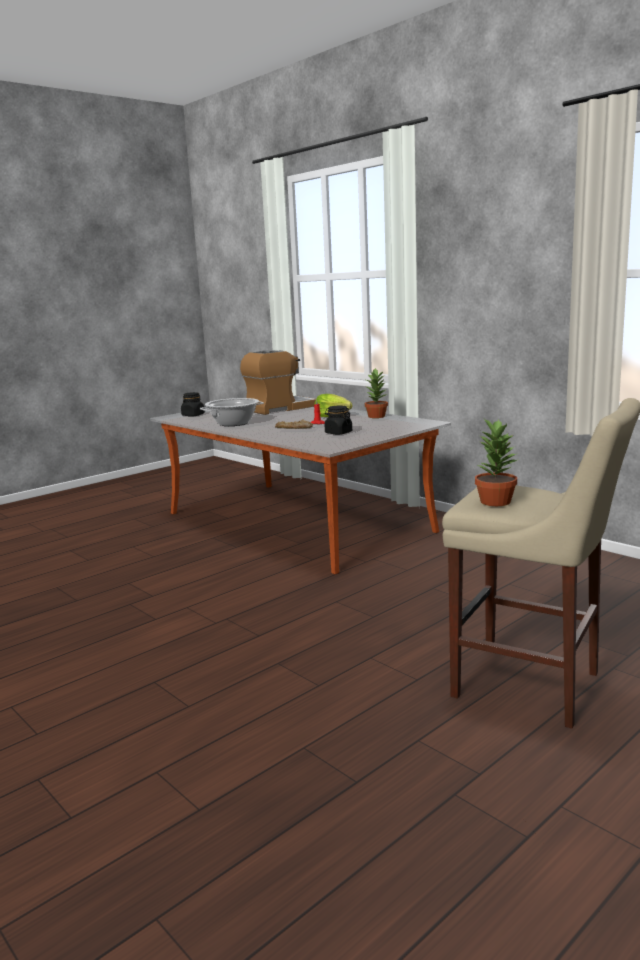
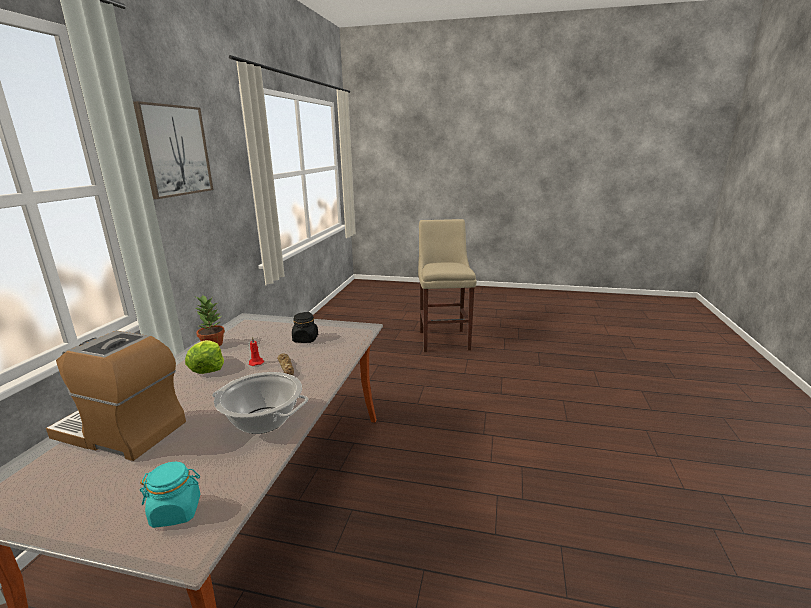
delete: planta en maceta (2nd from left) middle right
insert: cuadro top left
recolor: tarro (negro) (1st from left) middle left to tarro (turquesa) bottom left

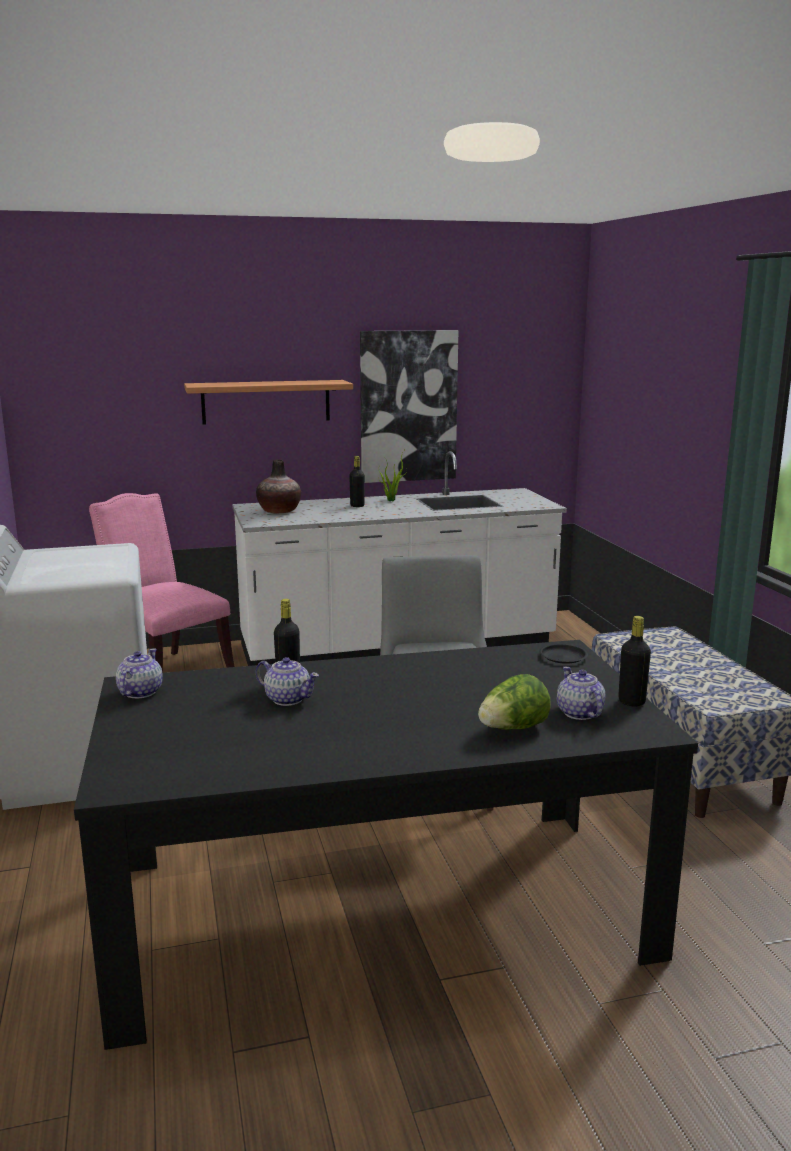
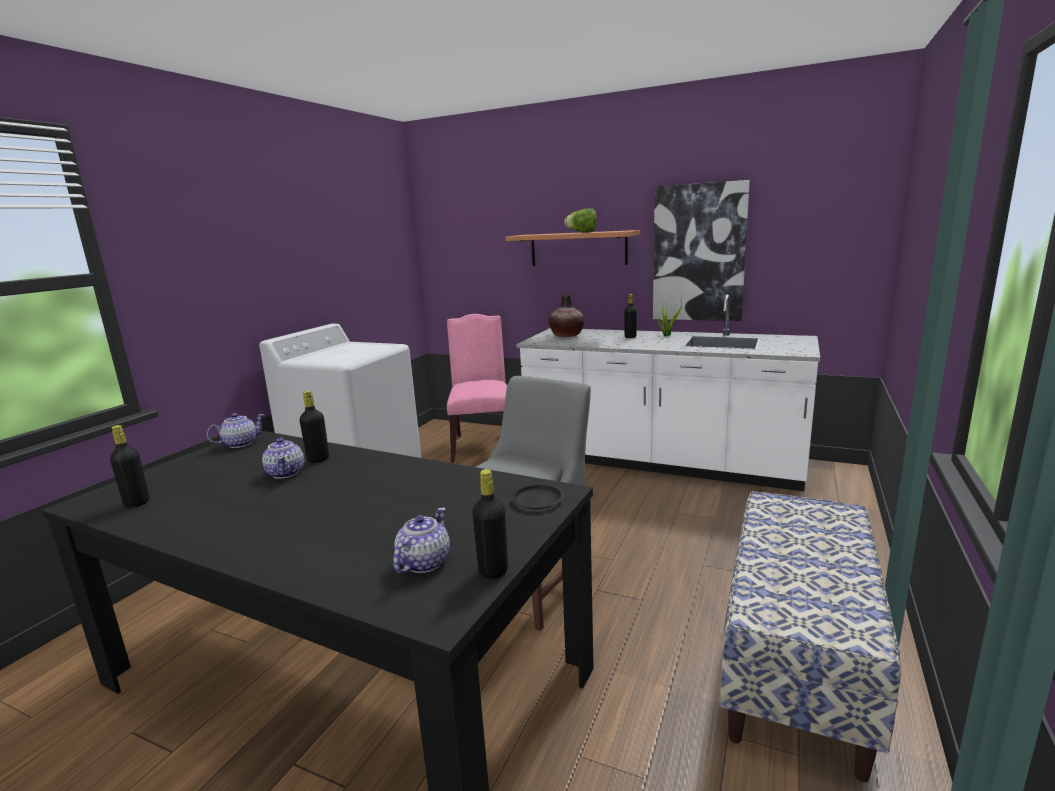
insert: botella (negro) (1st from left) middle left
move: lechuga centre to top centre

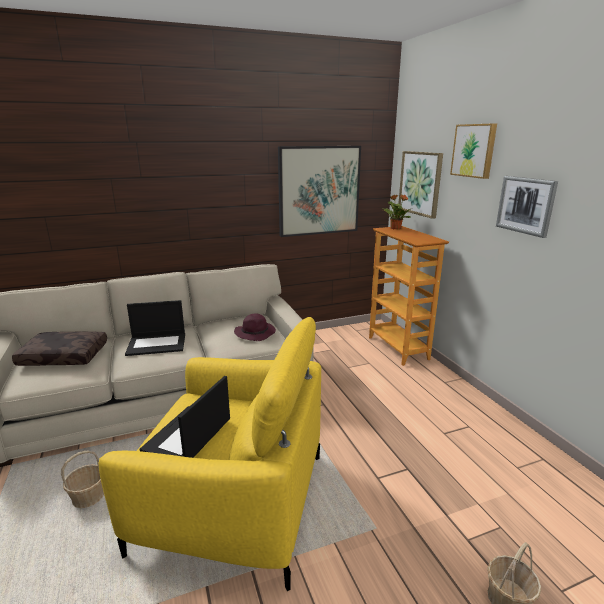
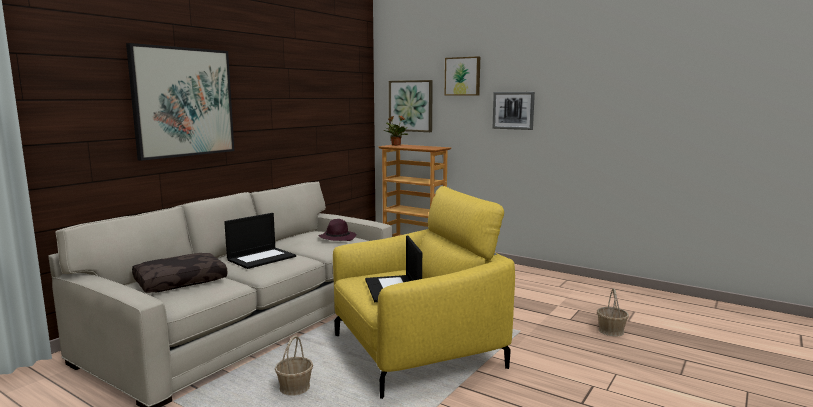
move: cuadro (1st from left) top centre to top left

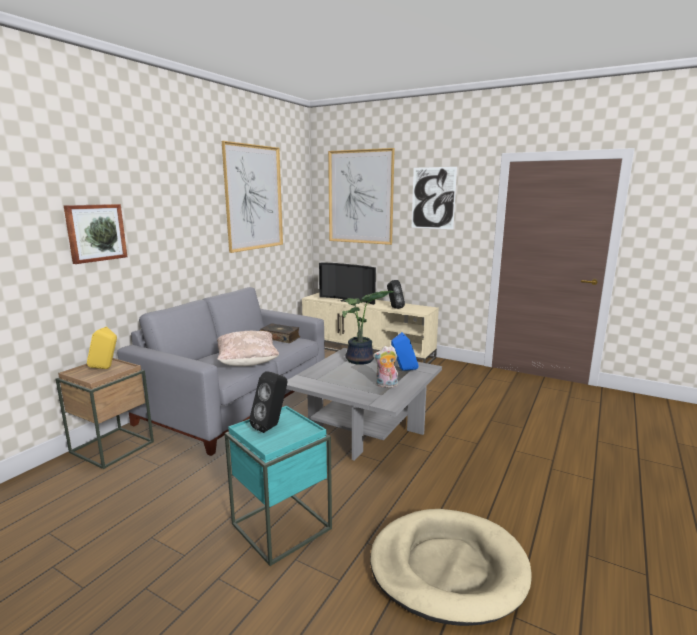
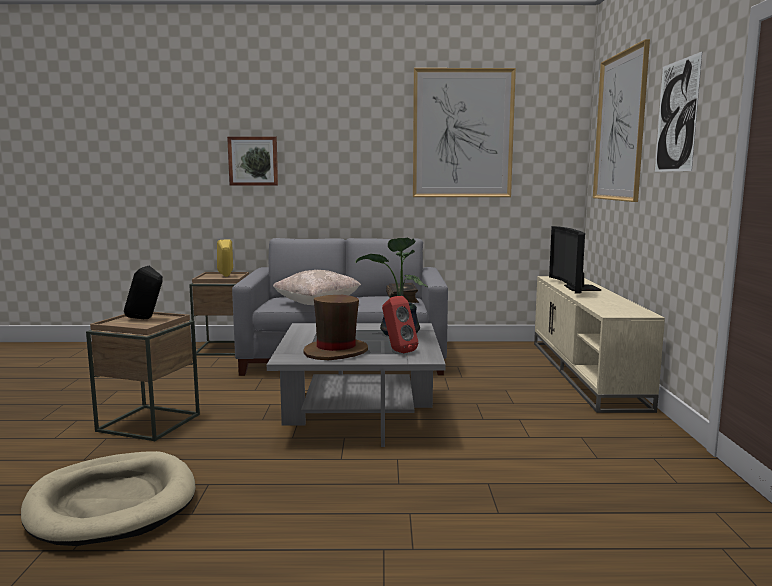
delete: altavoz (negro) (2nd from left) centre
replace: peluche centre to sombrero (marrón) centre
recolor: mesa auxiliar (turquesa) bottom centre to mesa auxiliar (marrón) (1st from left) middle left; altavoz (azul) centre to altavoz (rojo) centre

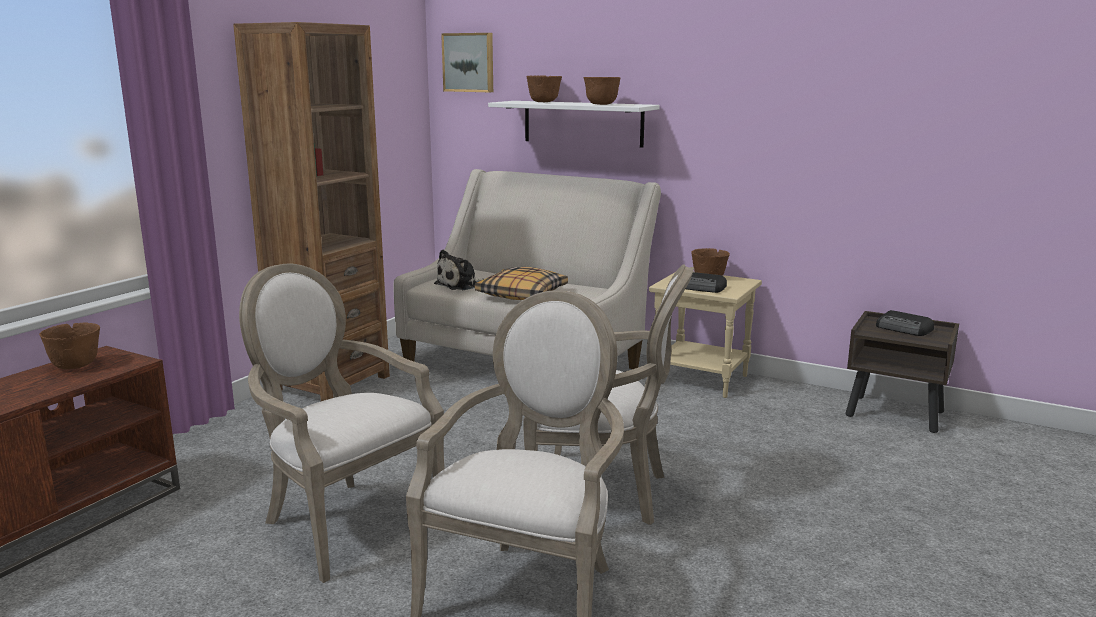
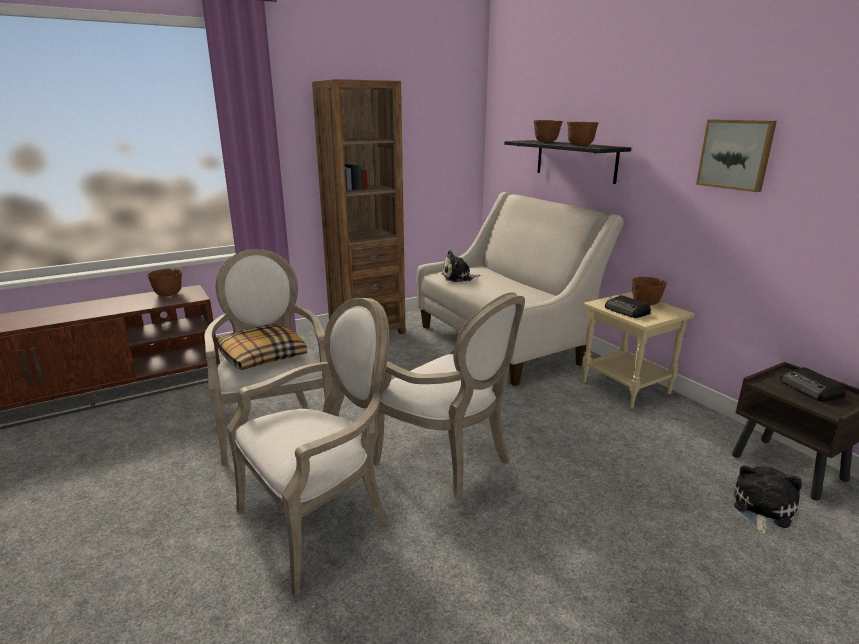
insert: peluche (2nd from left) bottom right
move: cuadro top centre to top right; cojín centre to middle left
recolor: estante (blanco) top centre to estante (negro) top centre

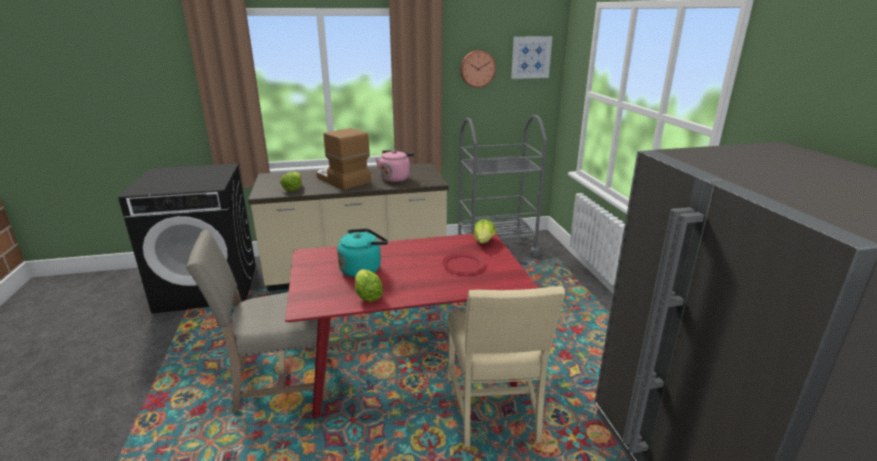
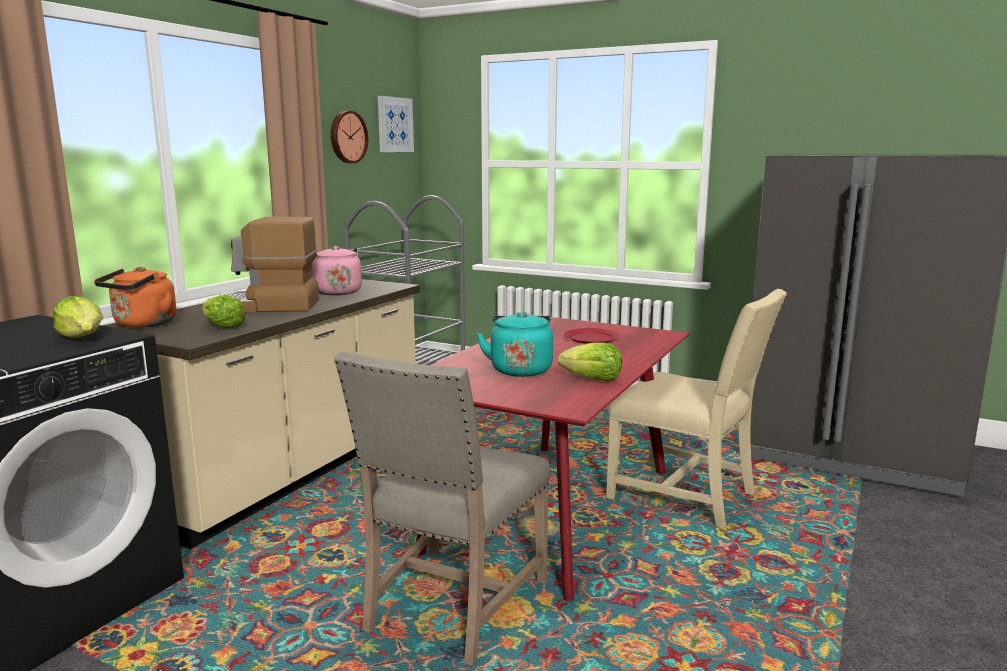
insert: hervidor (naranja) middle left
move: lechuga (3rd from left in the first image) centre to lechuga (1st from left) middle left

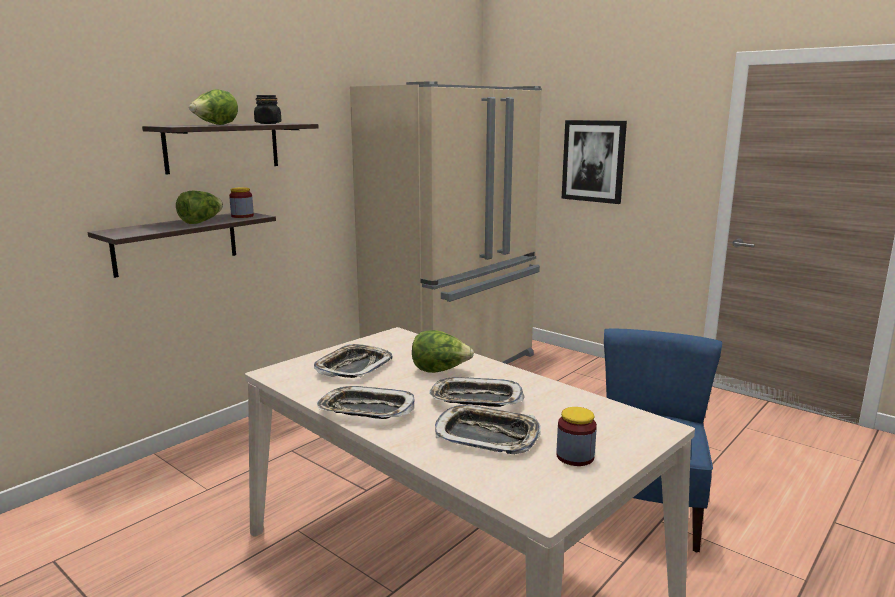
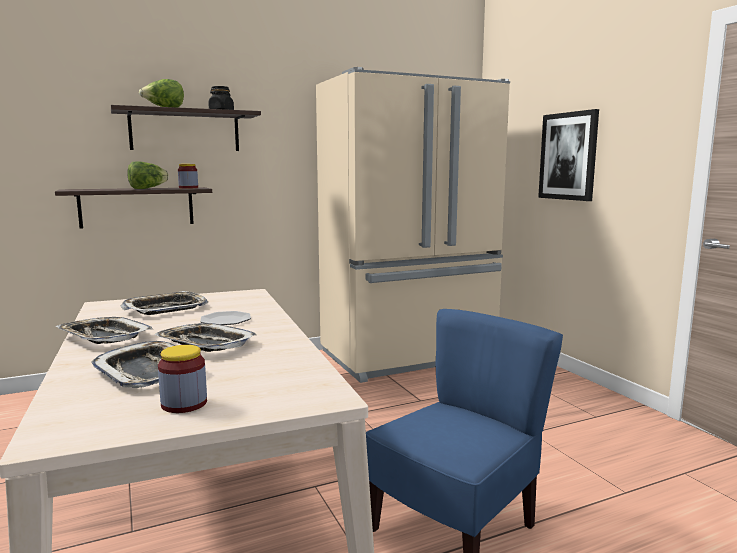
replace: lechuga (3rd from left) centre to plato middle left

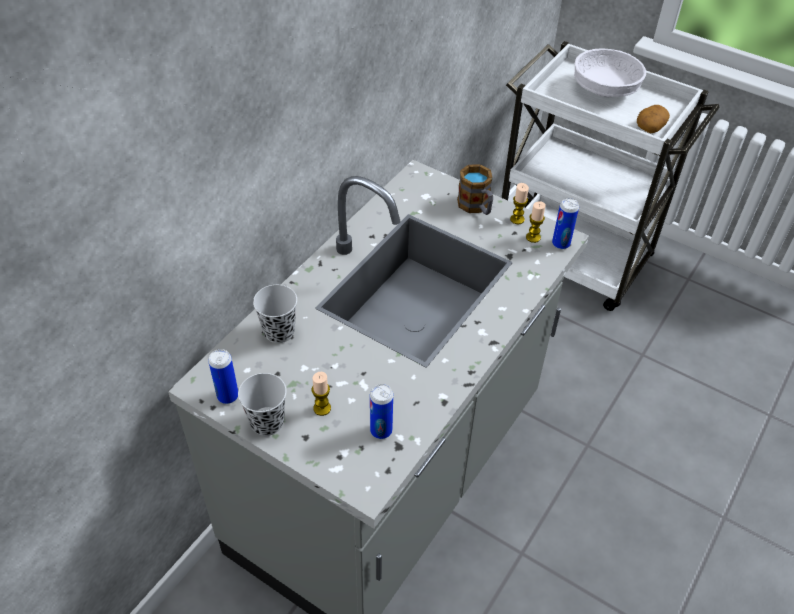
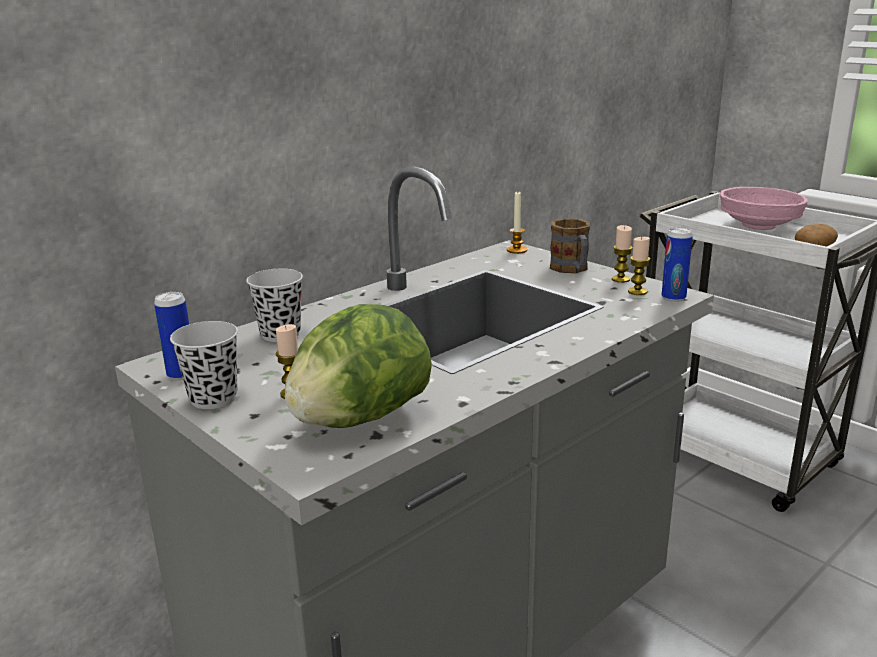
insert: vela (2nd from left) centre
replace: lata (2nd from left) bottom centre to lechuga centre
recolor: cuenco (blanco) top right to cuenco (rosa) top right

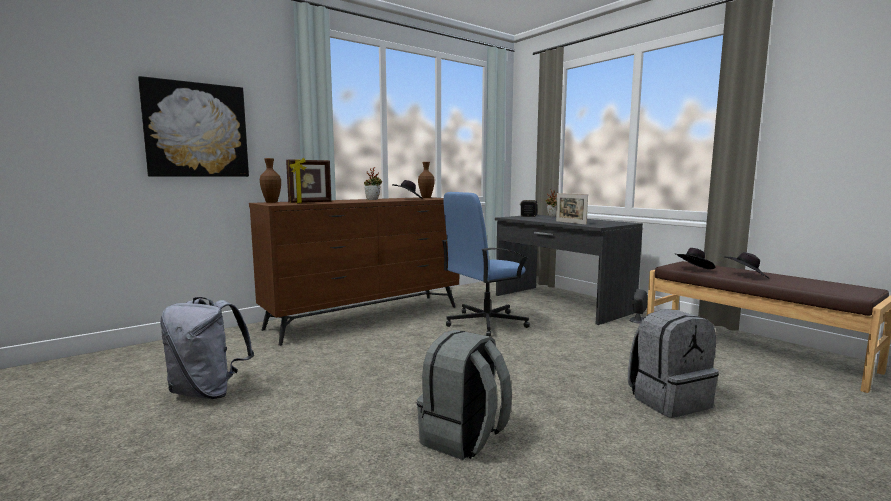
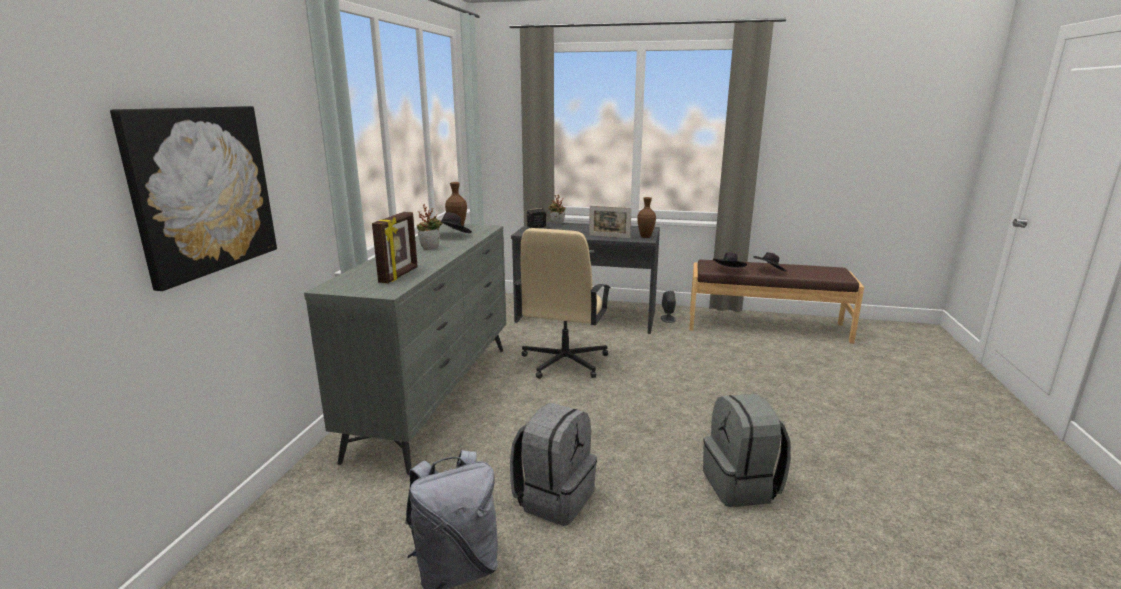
move: florero (marrón) (1st from left in the first image) middle left to florero (marrón) (2nd from left) centre; mochila (gris) (3rd from left in the first image) bottom right to mochila (gris) (2nd from left) bottom centre
recolor: cómoda (marrón) centre to cómoda (gris) centre; silla de oficina (azul) centre to silla de oficina (beis) centre

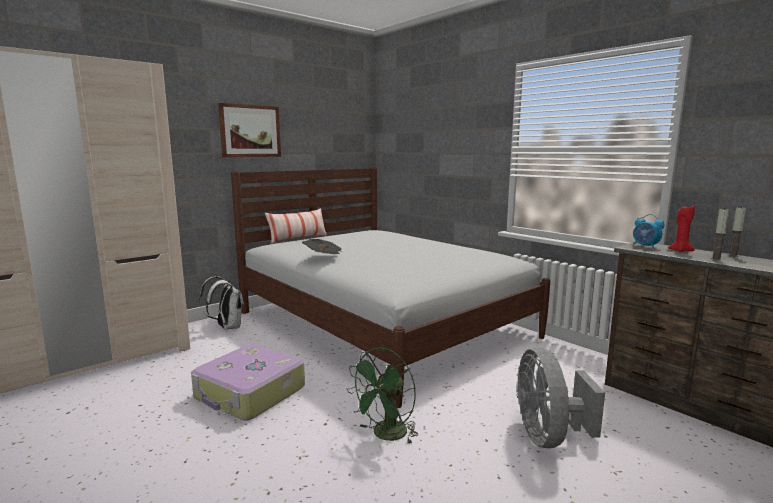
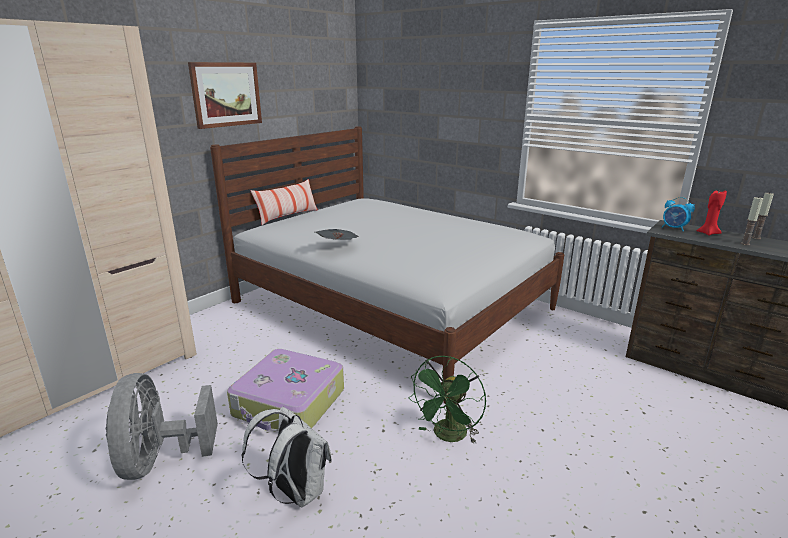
move: mochila (blanco) middle left to bottom centre; ventilador (gris) bottom right to bottom left

